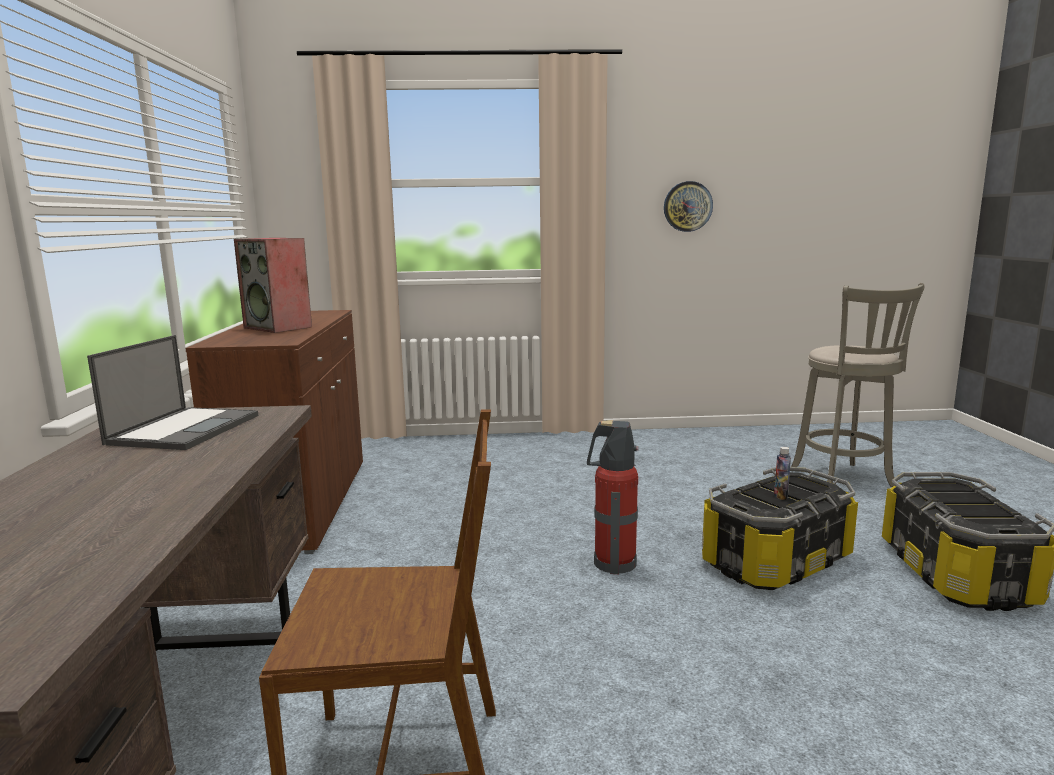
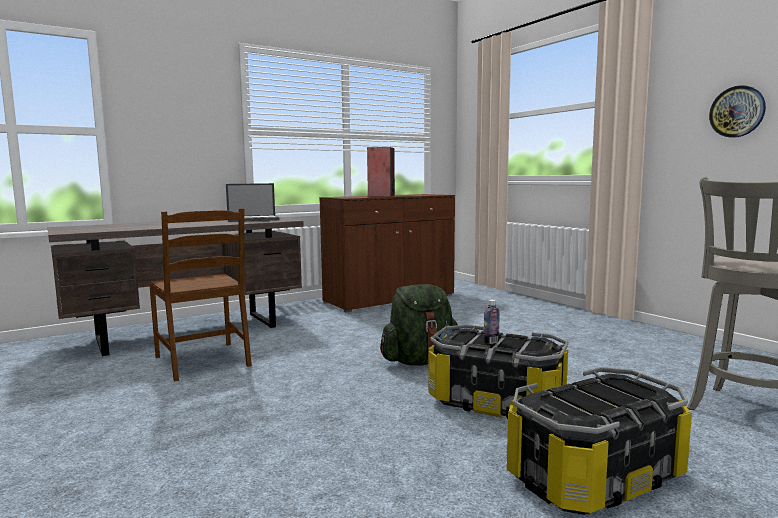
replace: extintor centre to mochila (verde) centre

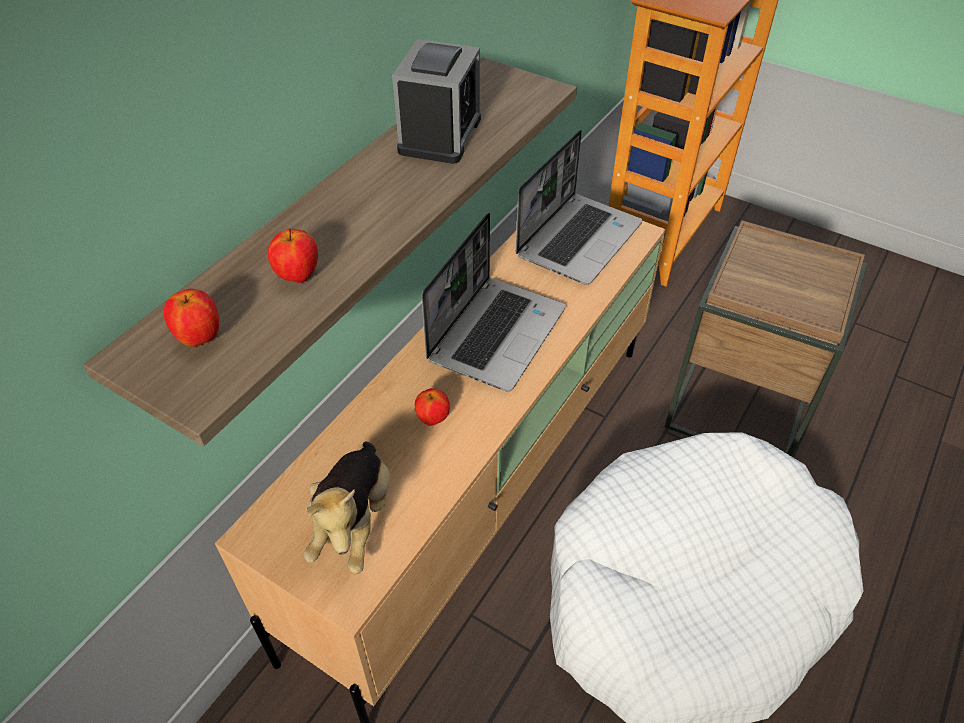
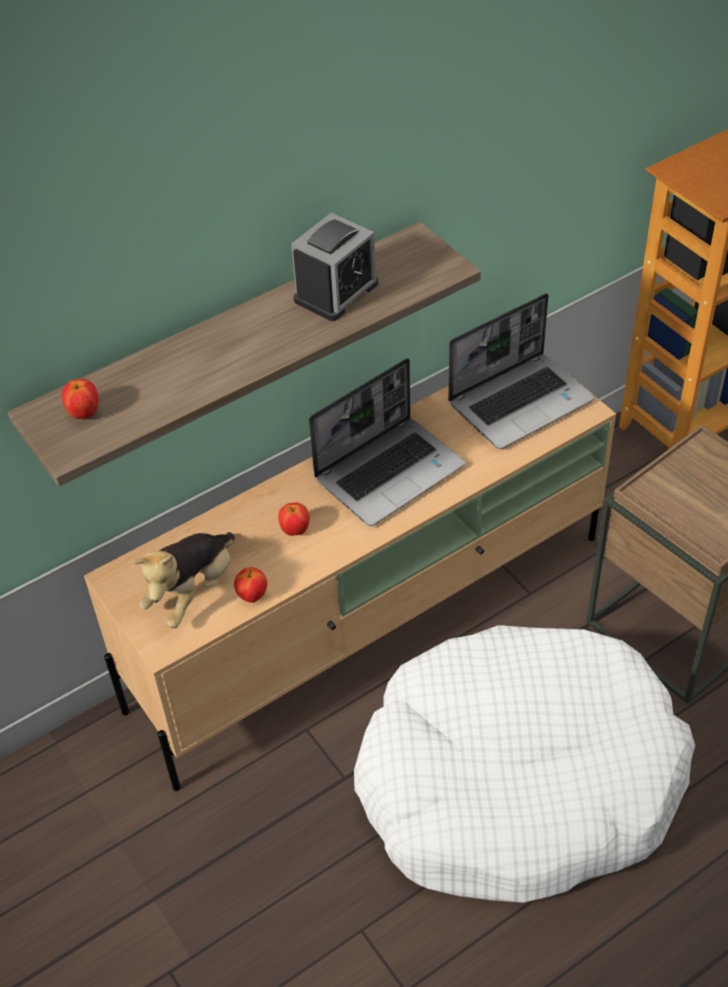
move: manzana (2nd from left) middle left to centre

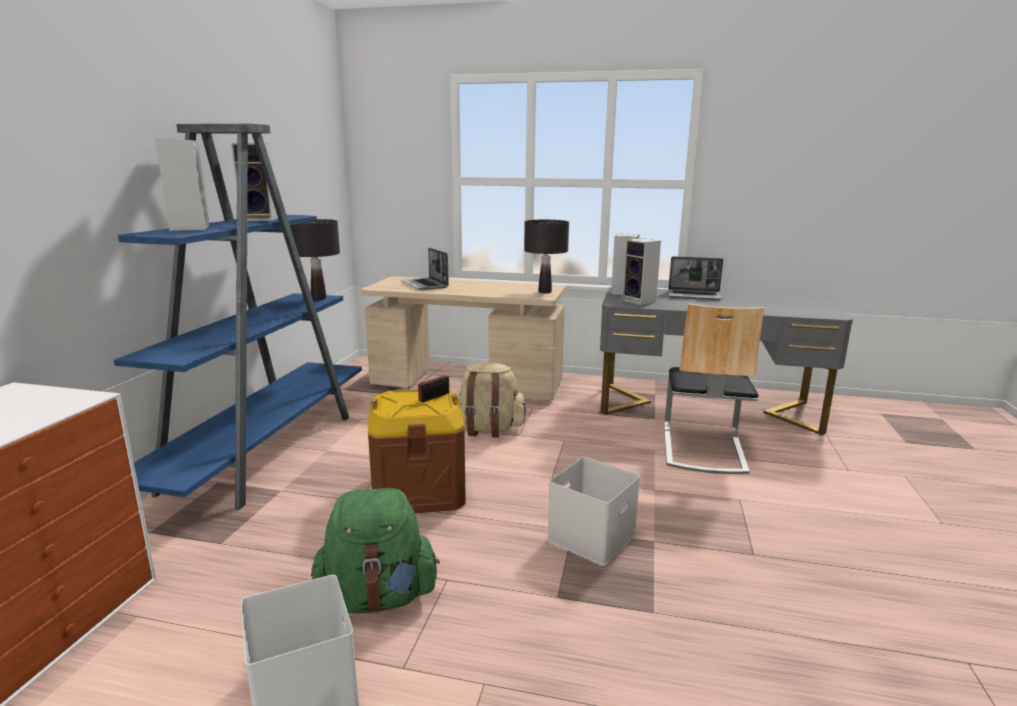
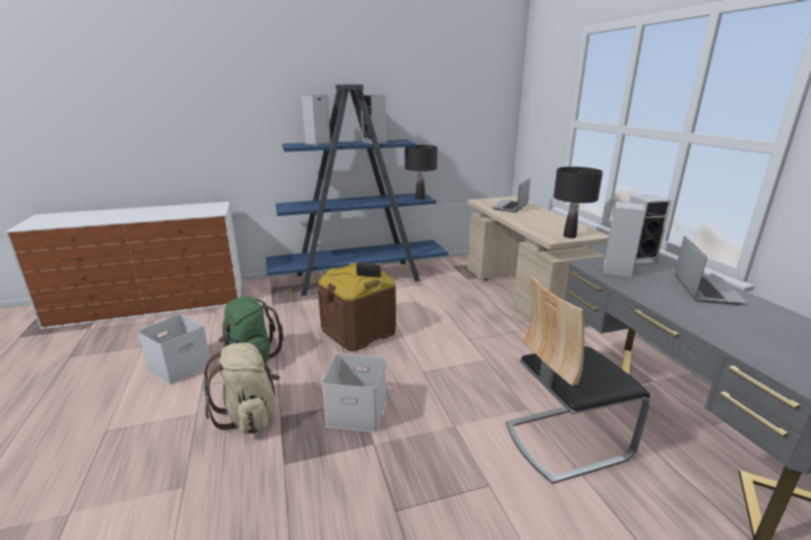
move: mochila (beis) centre to bottom left
rotate: portátil (2nd from left) middle right = middle right 150 degrees counterclockwise

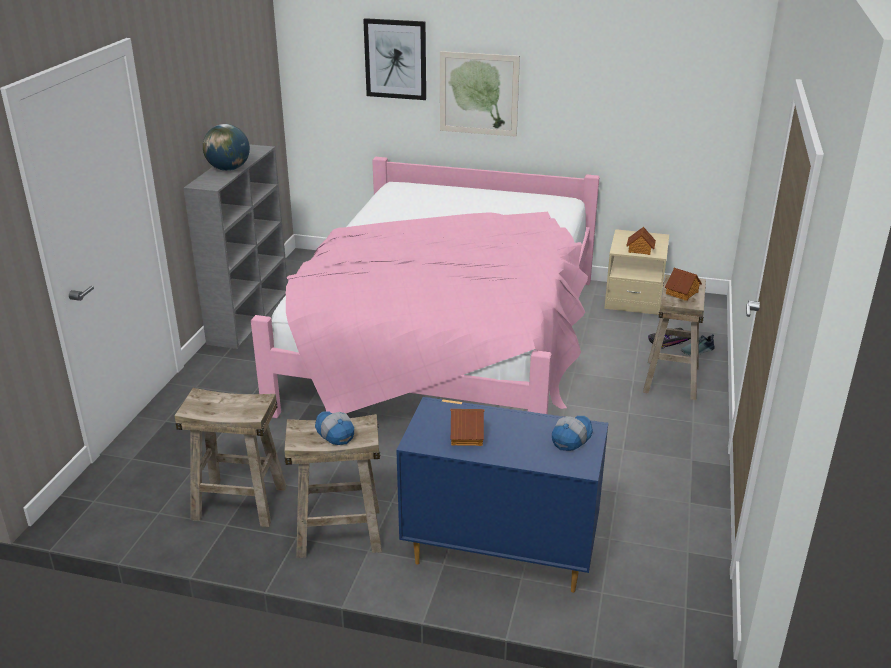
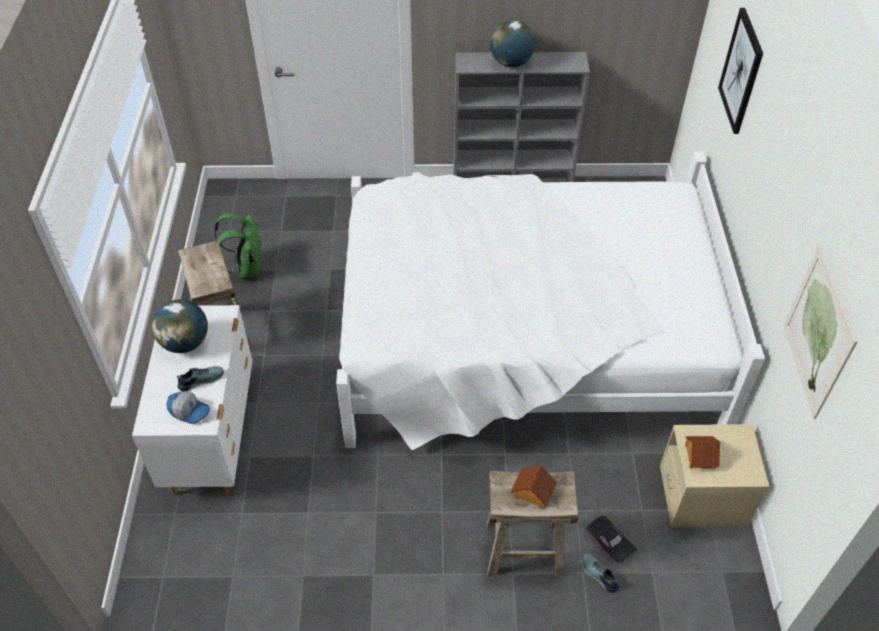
delete: gorra (1st from left) centre
insert: zapato (1st from left) middle left
move: cuadro (2nd from left) top centre to middle right
replace: taburete (beis) (1st from left) bottom left to mochila (verde) middle left; casita (1st from left) centre to globo terráqueo (1st from left) middle left
recolor: cama (rosa) centre to cama (blanco) centre; cómoda (azul) bottom centre to cómoda (blanco) middle left

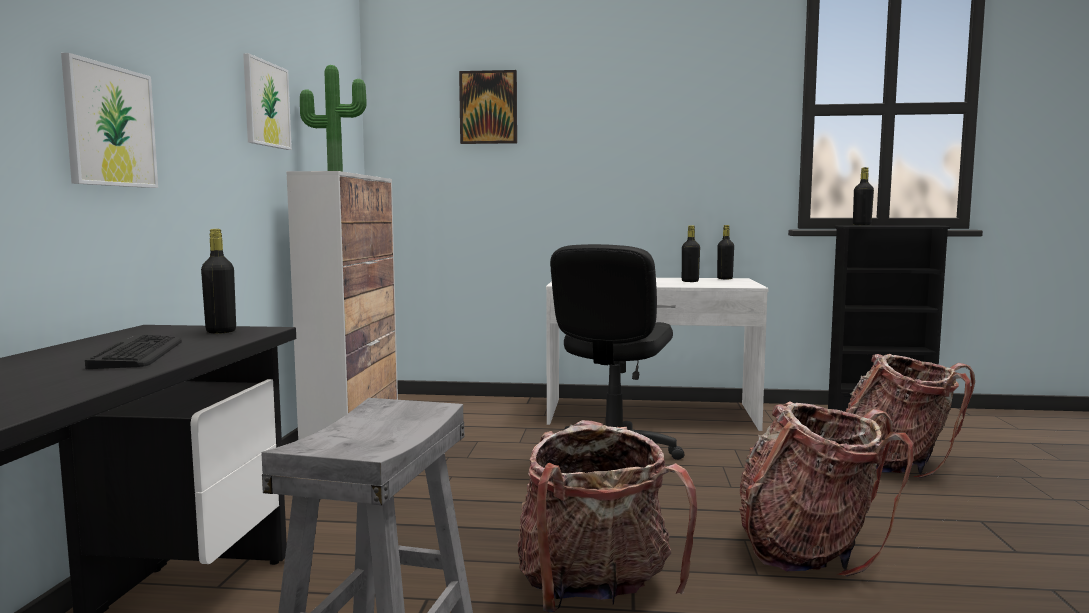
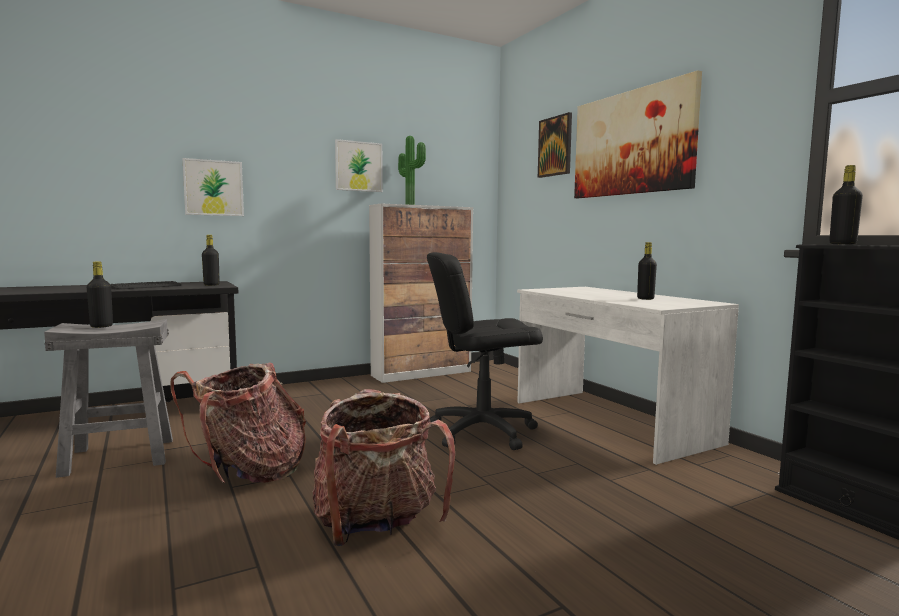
delete: mochila (3rd from left) bottom right
insert: cuadro (4th from left) top right
move: botella (negro) (3rd from left in the first image) centre to botella (negro) (1st from left) middle left

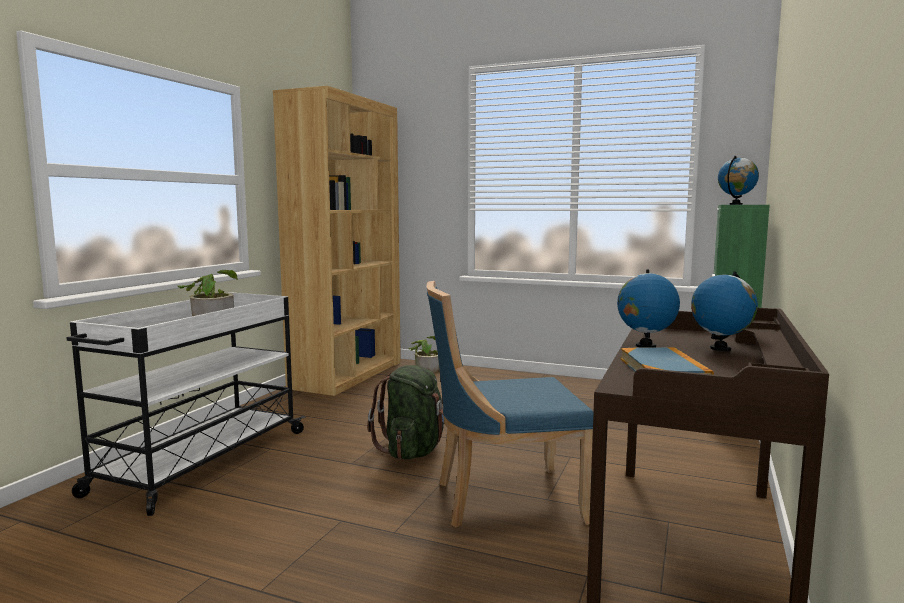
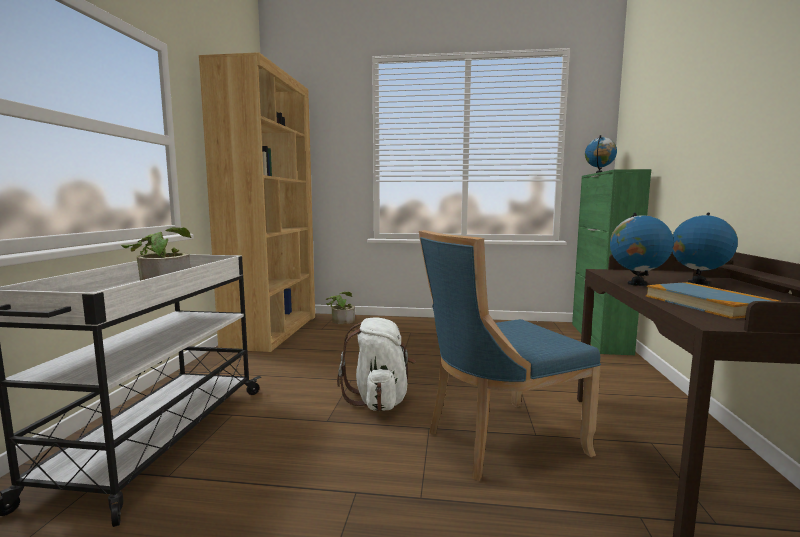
recolor: mochila (verde) bottom centre to mochila (blanco) bottom centre

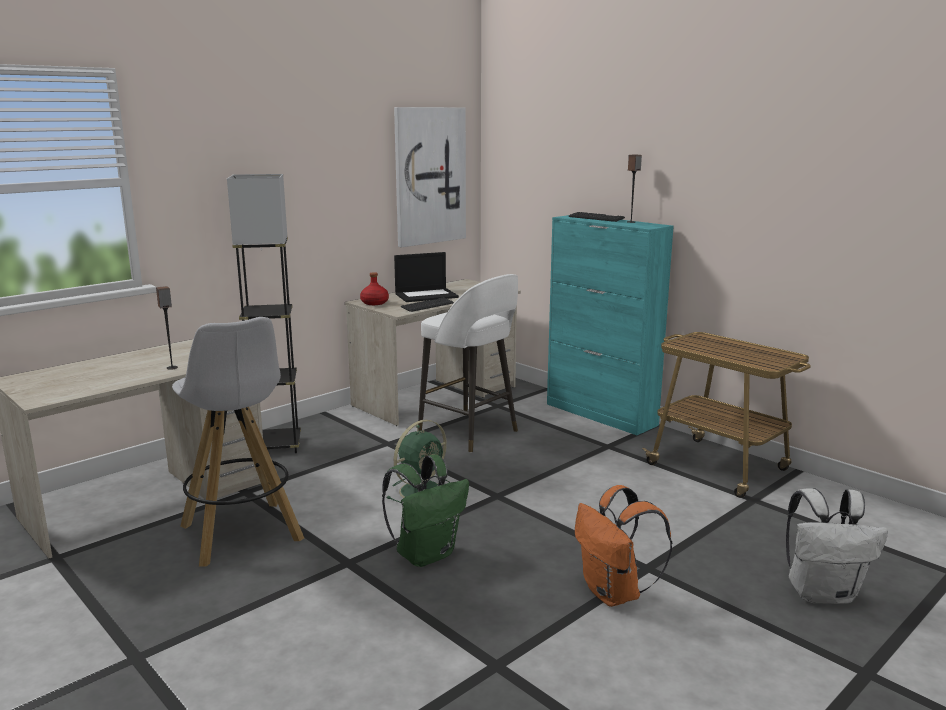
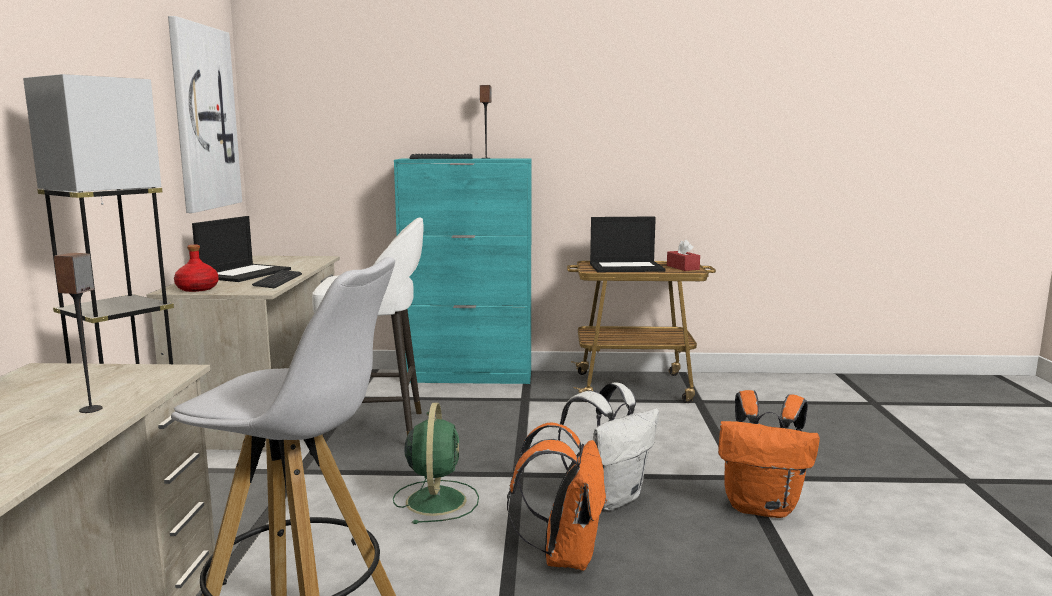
insert: portátil (2nd from left) centre; caja de pañuelos (rojo) centre
move: mochila (blanco) bottom right to bottom centre
recolor: mochila (verde) bottom centre to mochila (naranja) (1st from left) bottom centre

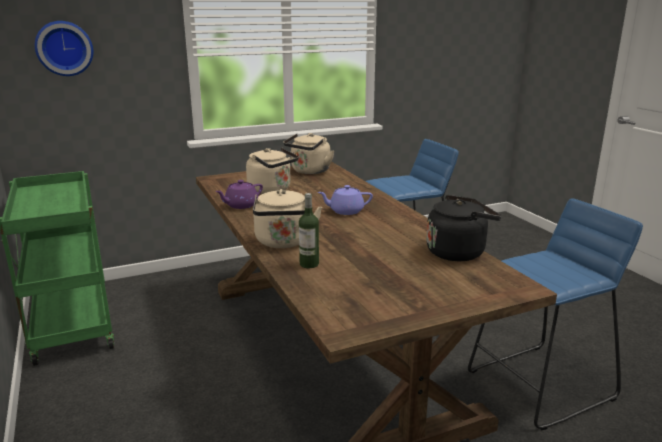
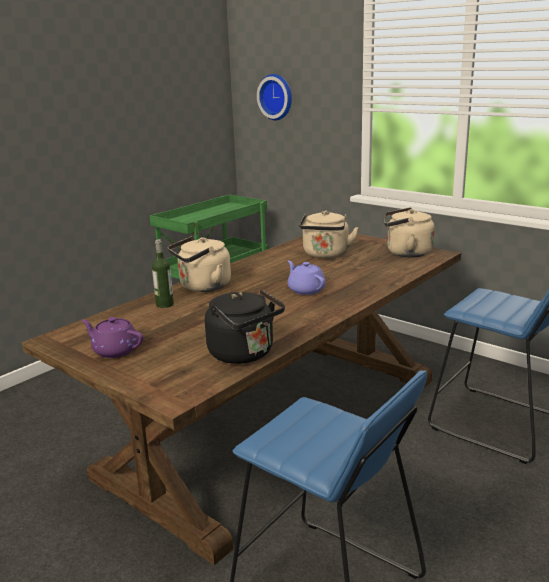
move: tetera (morado) (1st from left) centre to middle left

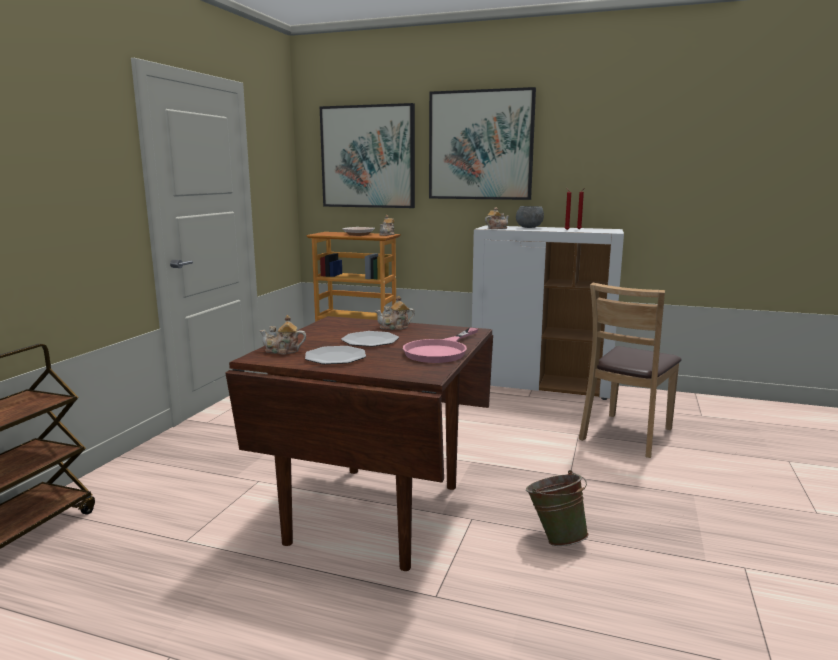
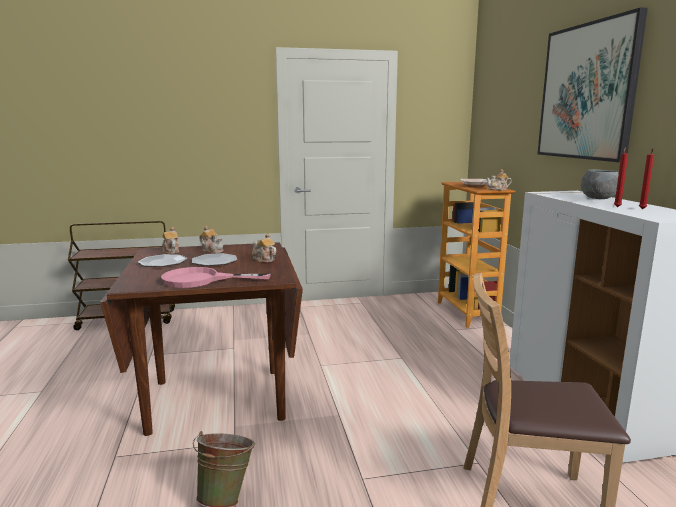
delete: cuadro (1st from left) top centre
move: tetera (4th from left in the first image) top centre to tetera (2nd from left) middle left

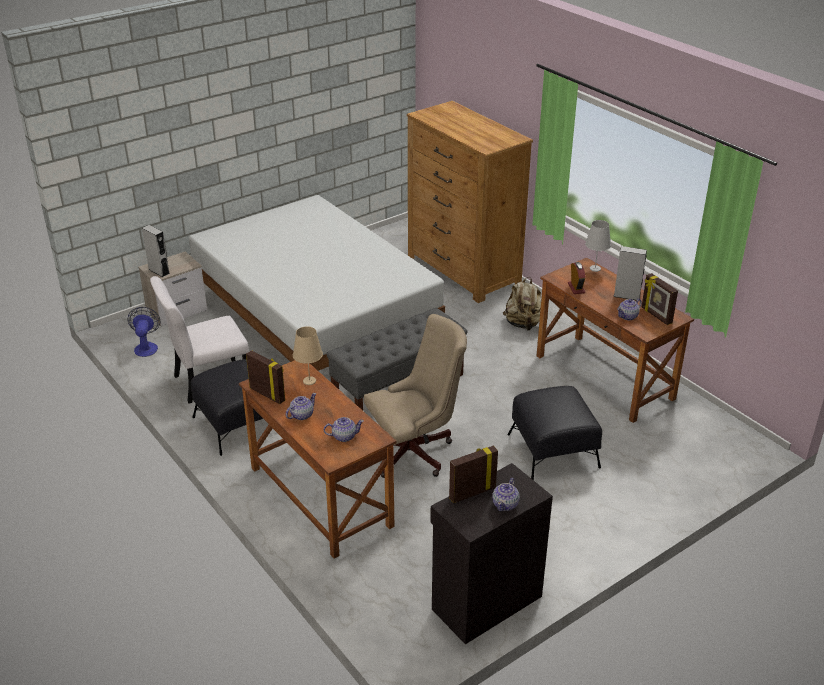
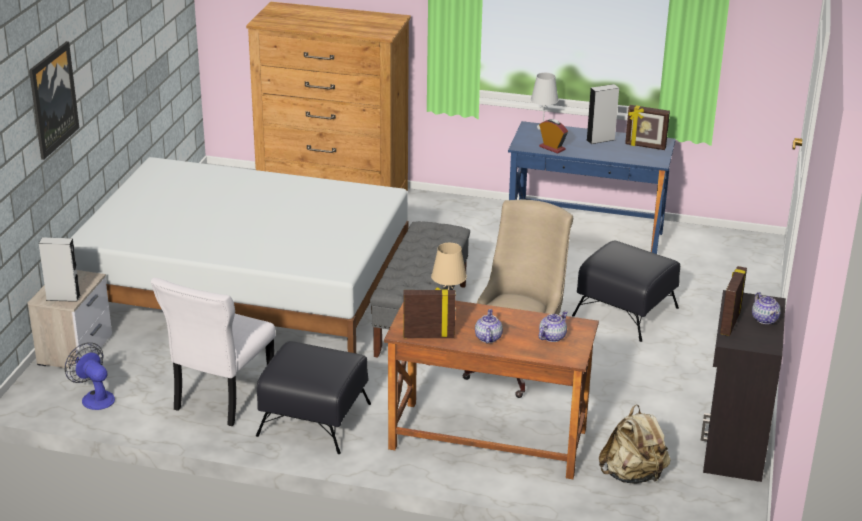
delete: tetera (4th from left) middle right
insert: cuadro top left
move: mochila (beis) centre to bottom right
recolor: escritorio (marrón) (2nd from left) middle right to escritorio (azul) middle right

